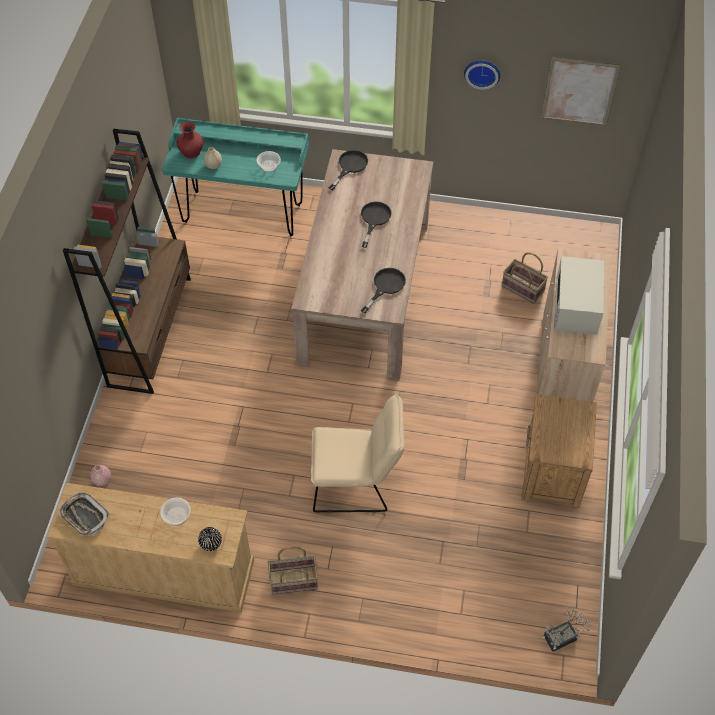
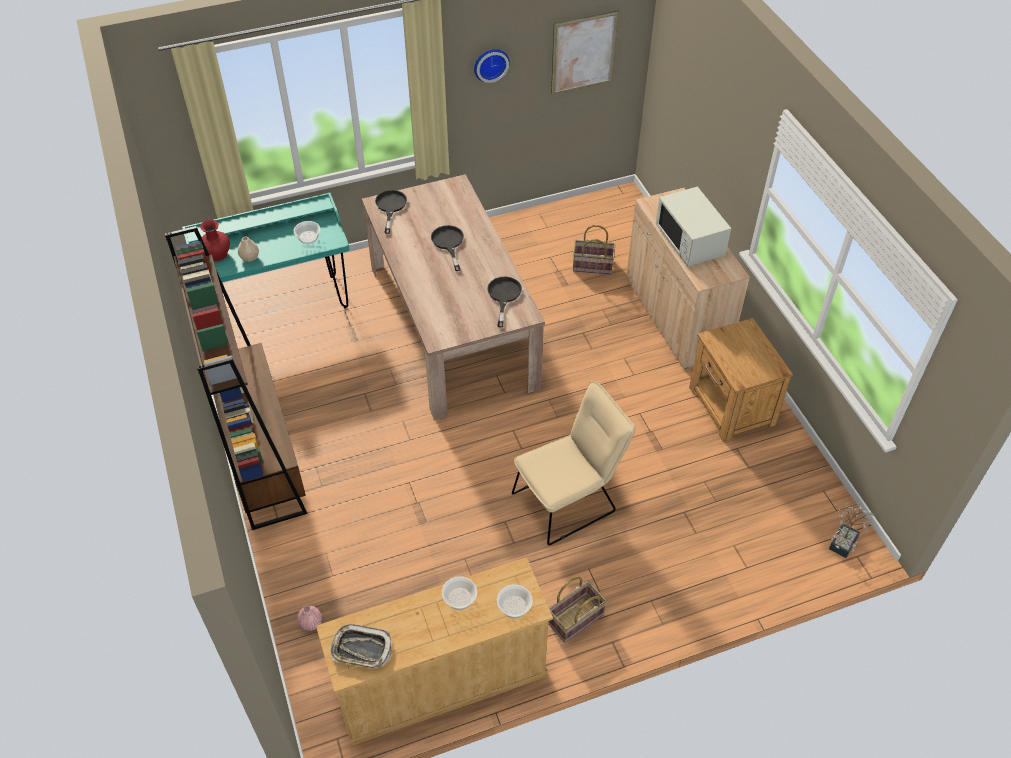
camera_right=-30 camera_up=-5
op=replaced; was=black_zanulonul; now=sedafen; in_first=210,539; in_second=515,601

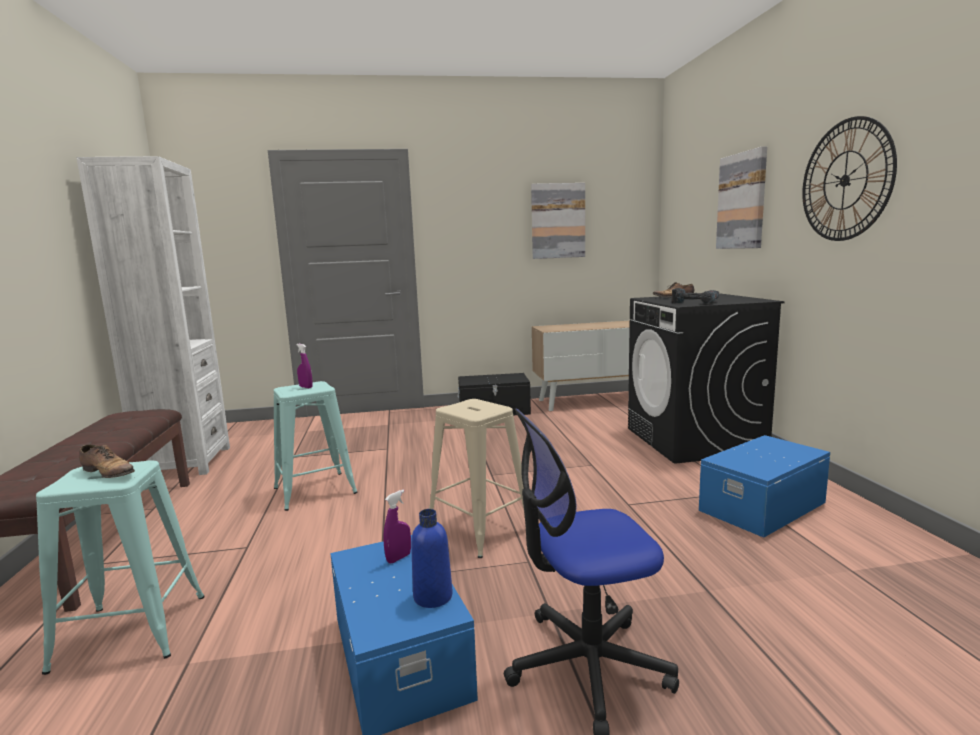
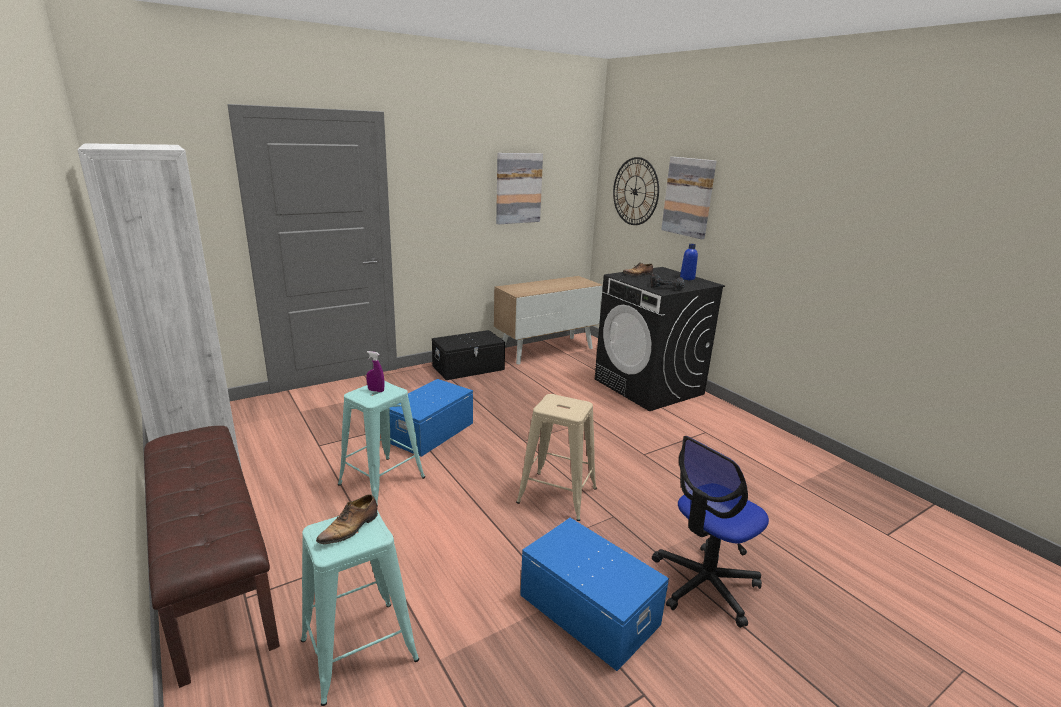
camera_right=-25 camera_up=10
op=moved; was=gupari; in_first=849,178; in_second=636,191
op=moved; was=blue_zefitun; in_first=764,486; in_second=431,418
op=turned; was=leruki; in_first=107,461; in_second=347,519; clockwise=120
op=removed; was=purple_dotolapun; in_first=397,527
op=moved; was=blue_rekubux; in_first=432,558; in_second=689,262

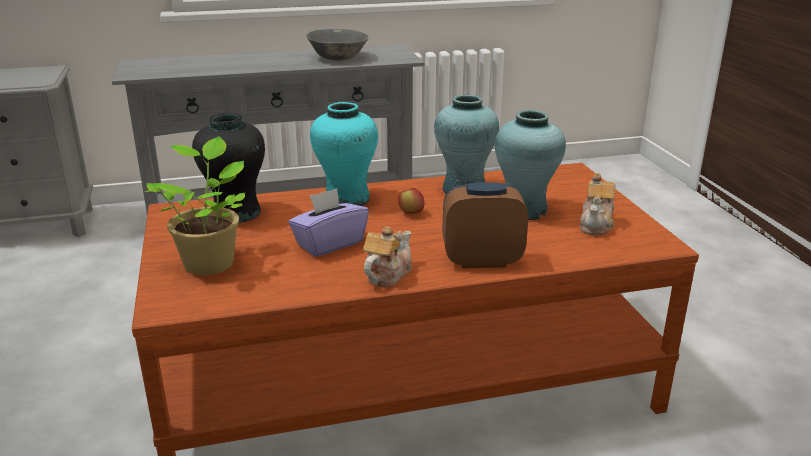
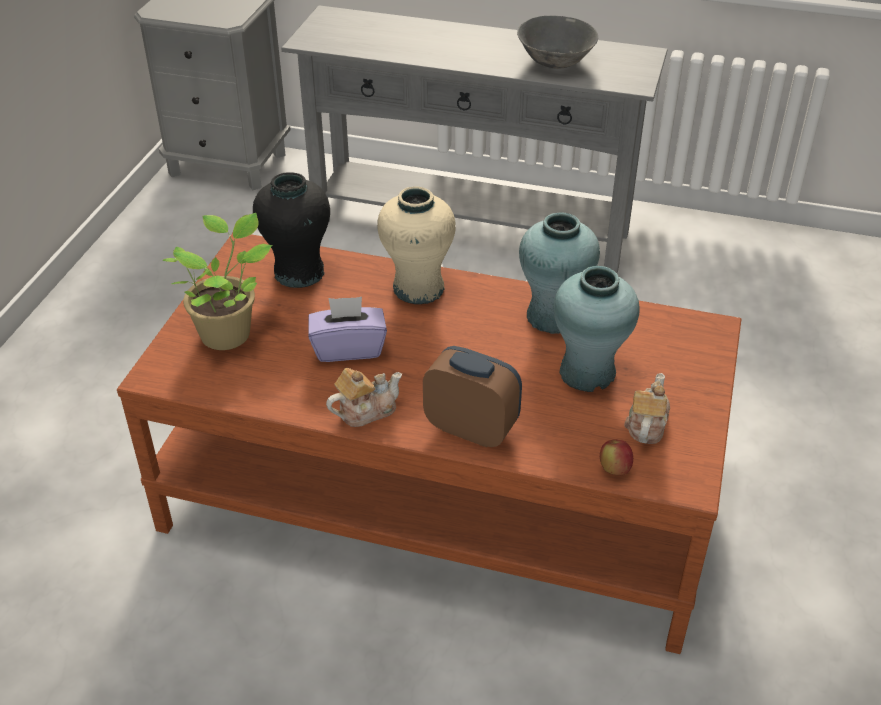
camera_right=30 camera_up=15
op=recoloured; was=turquoise_zanulonul; now=beige_zanulonul; in_first=344,154; in_second=416,245
op=turned; was=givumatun; in_first=597,204; in_second=647,408; clockwise=150
op=moved; was=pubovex; in_first=411,201; in_second=616,457

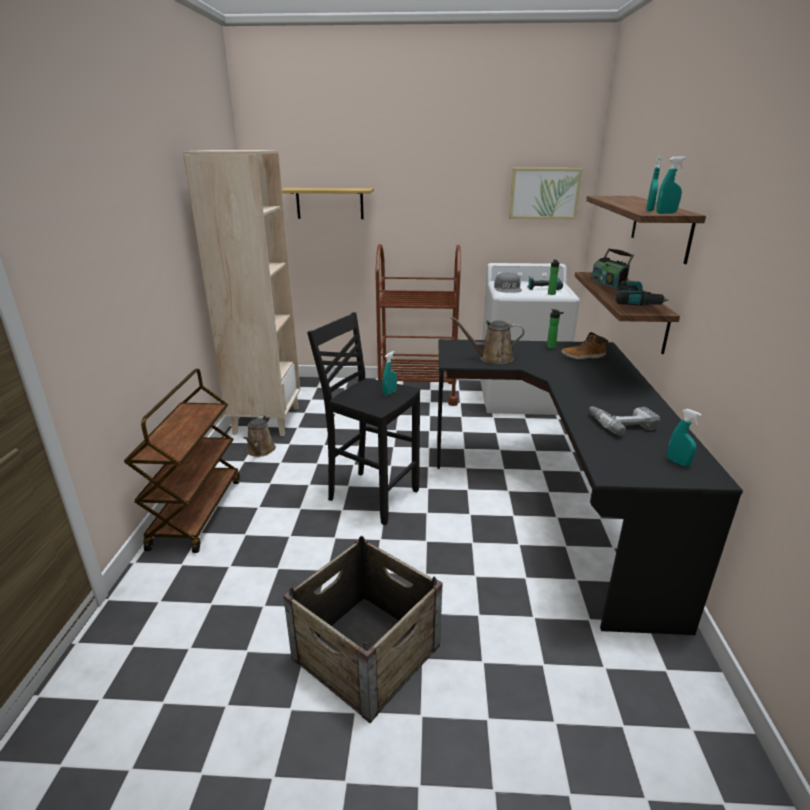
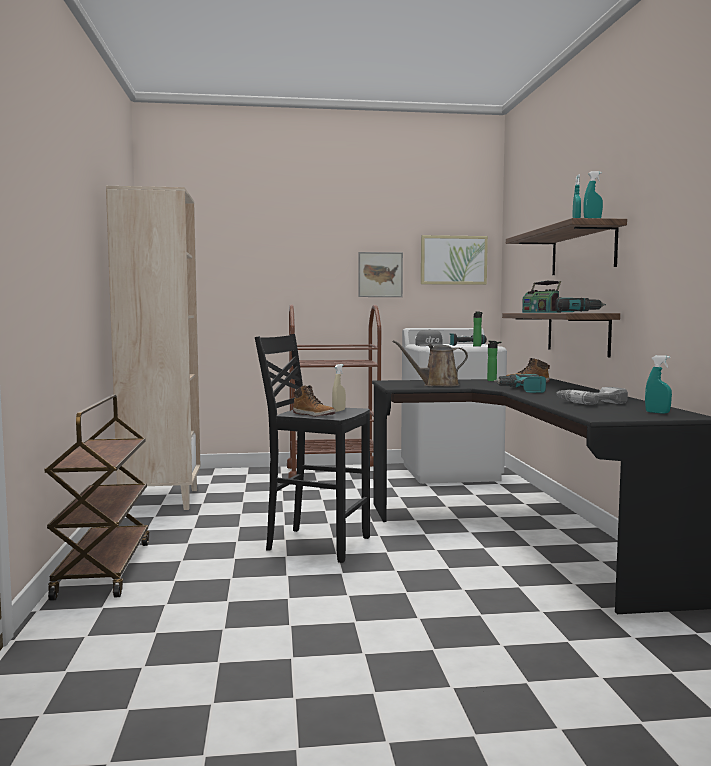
camera_right=-10 camera_up=-20
op=removed; was=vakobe; in_first=328,203
op=recoloured; was=turquoise_dotolapun; now=beige_dotolapun; in_first=390,373; in_second=339,388
op=removed; was=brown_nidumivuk; in_first=259,436
op=removed; was=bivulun; in_first=363,629
op=added; now=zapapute; in_second=381,274
op=added; now=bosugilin; in_second=520,383
op=added; now=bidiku; in_second=314,401

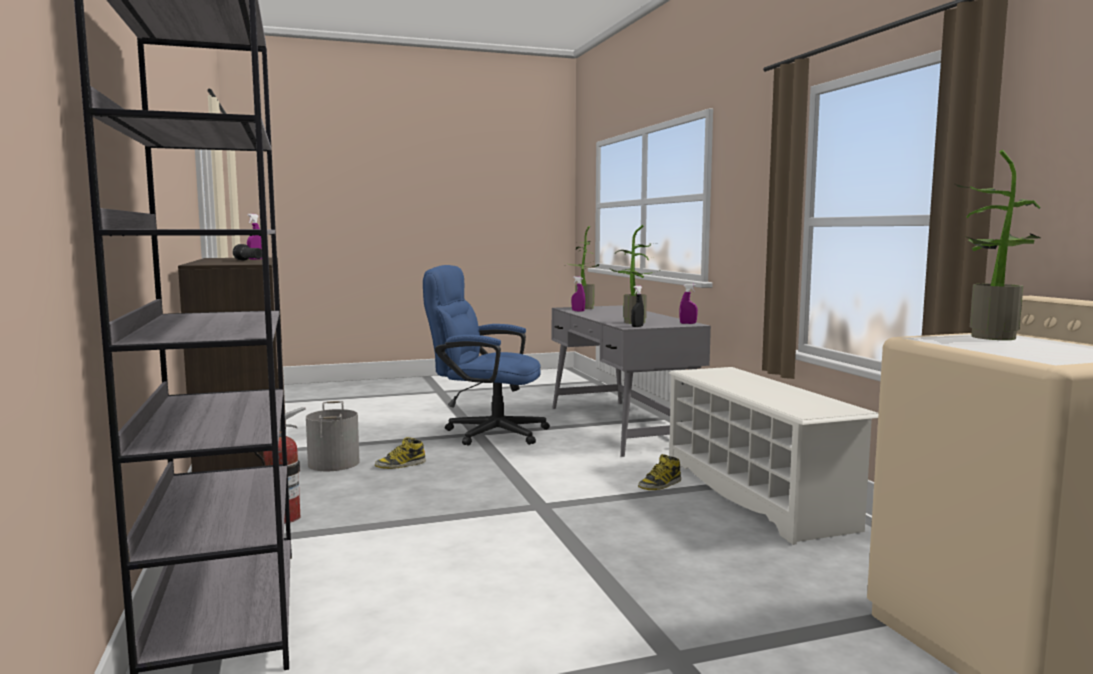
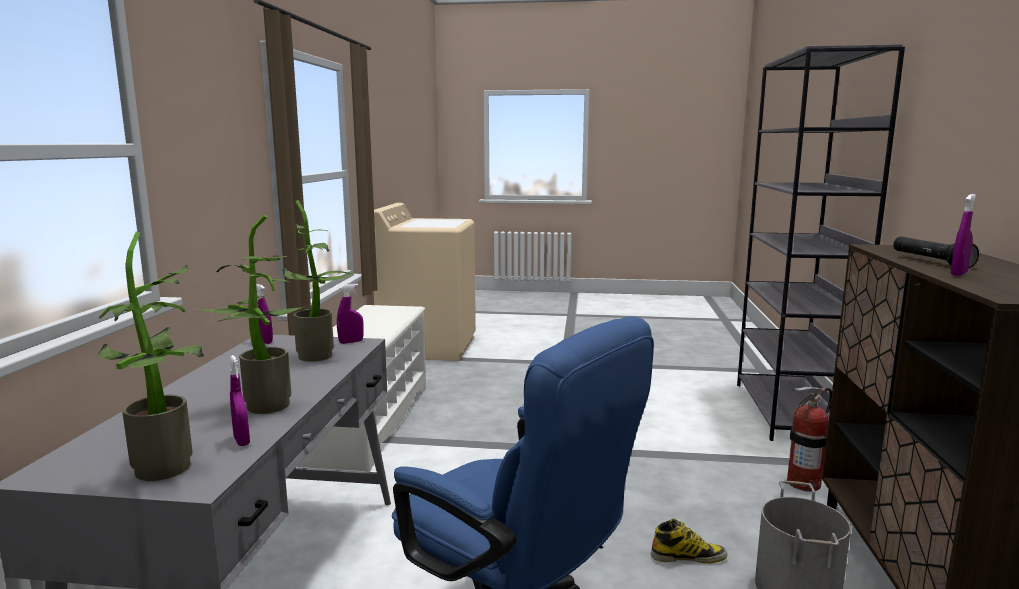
camera_right=-155 camera_up=5
op=moved; was=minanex; in_first=998,244; in_second=251,314
op=recoloured; was=black_dotolapun; now=purple_dotolapun; in_first=637,306; in_second=350,314
op=removed; was=bidiku; in_first=659,472

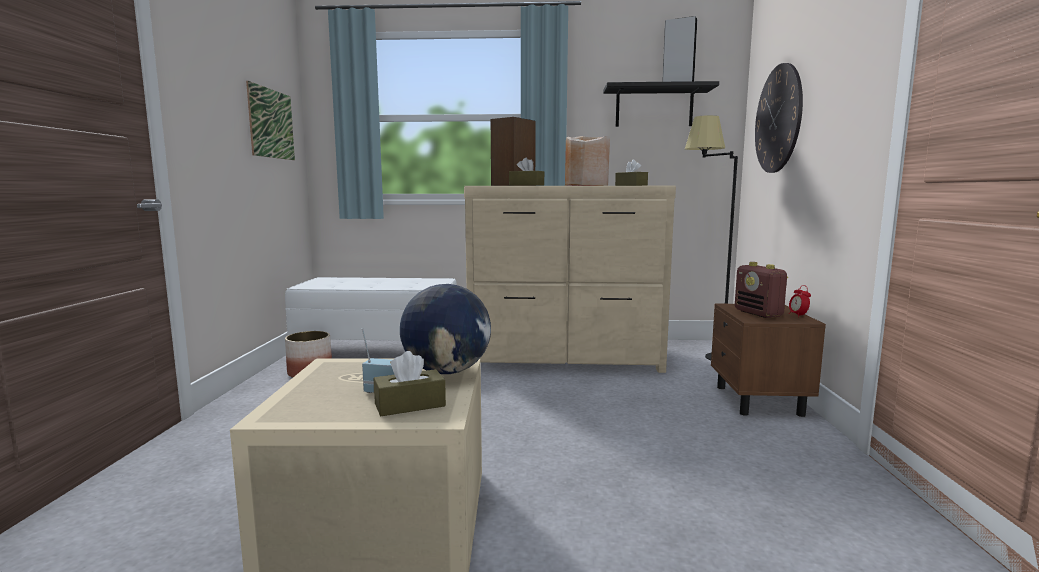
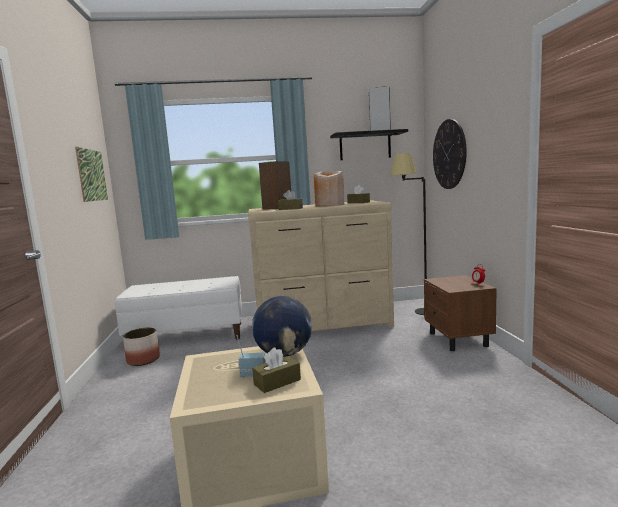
camera_right=-10 camera_up=0
op=removed; was=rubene; in_first=761,290

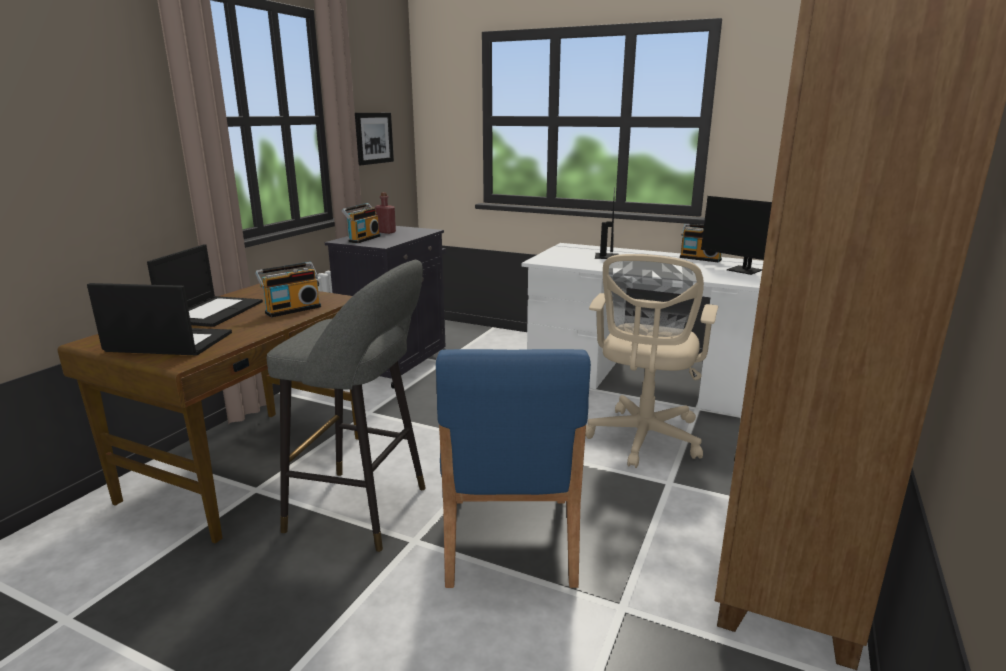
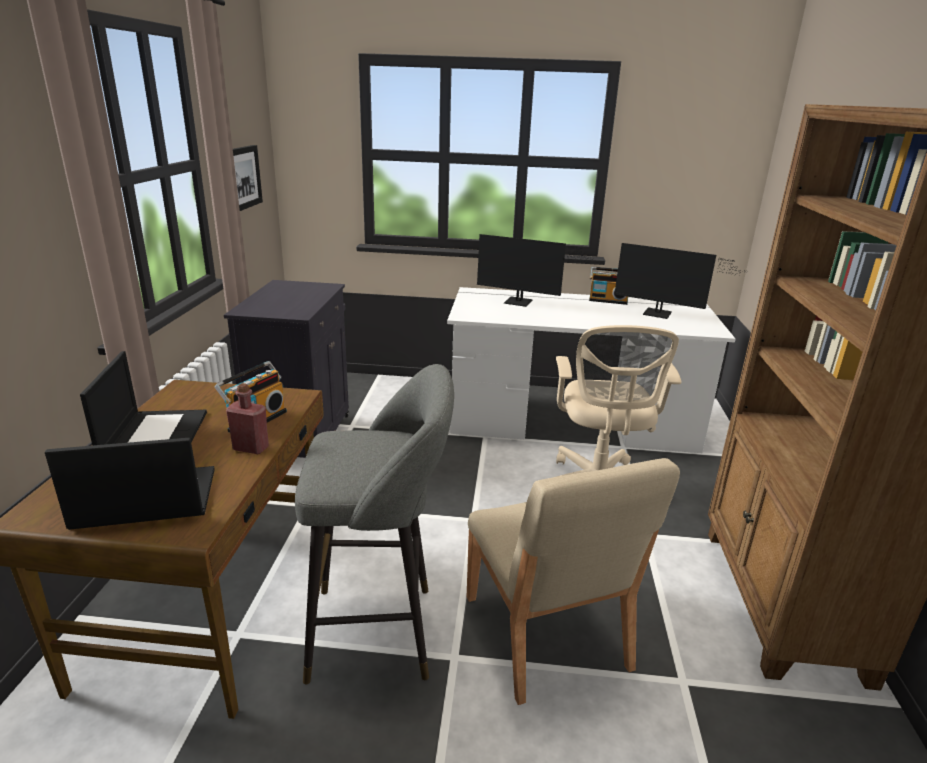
camera_right=-20 camera_up=5
op=turned; was=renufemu; in_first=607,223; in_second=534,270; clockwise=120
op=moved; was=red_rekubux; in_first=385,213; in_second=247,418
op=removed; was=rubene; in_first=361,223
op=recoloured; was=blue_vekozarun; now=beige_vekozarun; in_first=513,468; in_second=573,581

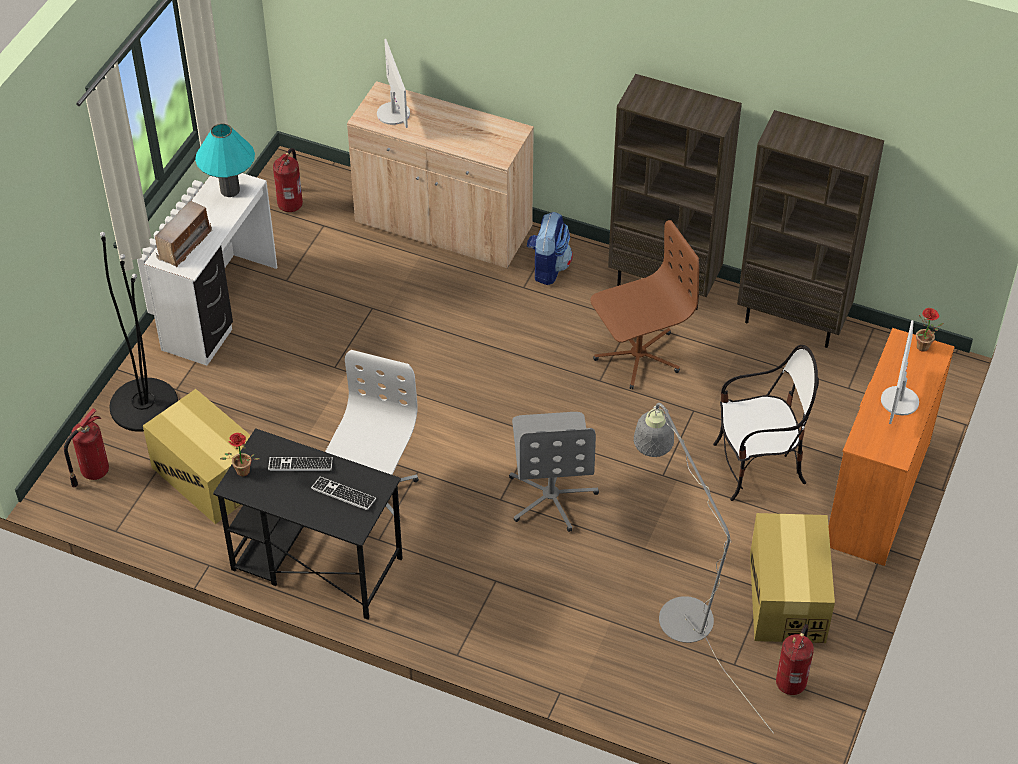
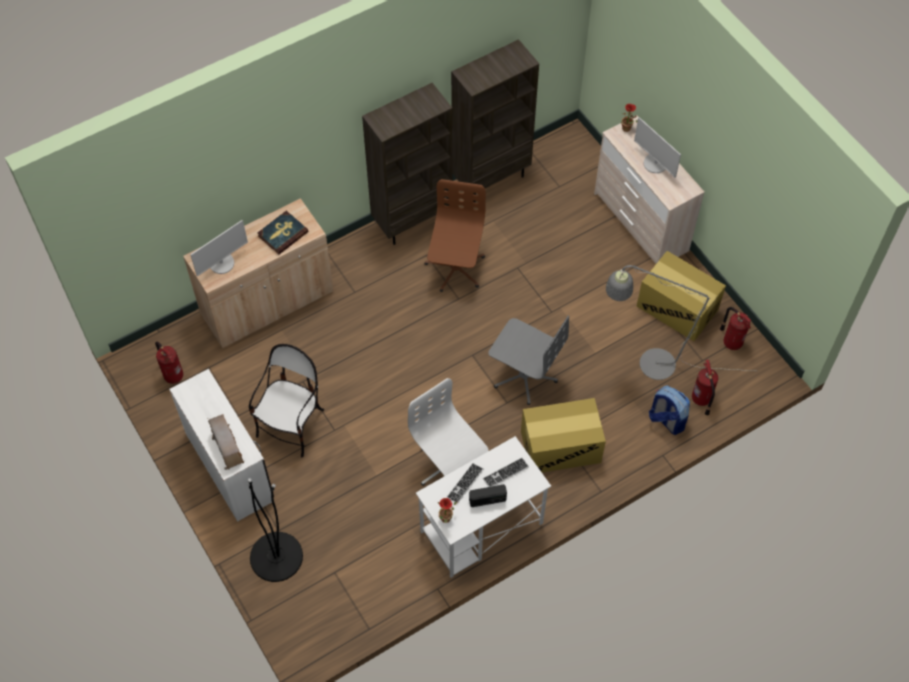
camera_right=-55 camera_up=10
op=turned; was=renufemu; in_first=393,83; in_second=219,248; clockwise=120
op=removed; was=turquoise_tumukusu; in_first=225,160
op=moved; was=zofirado; in_first=550,248; in_second=669,410
op=recoloured; was=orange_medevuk; now=beige_medevuk; in_first=892,447; in_second=649,189
op=moved; was=vekozarun; in_first=766,423; in_second=286,400
op=moved; was=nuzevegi; in_first=197,456; in_second=563,435
op=moved; was=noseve; in_first=86,447; in_second=705,387
op=recoloured; was=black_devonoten; now=white_devonoten; in_first=308,524; in_second=483,507
op=added; now=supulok; in_second=283,232
op=added; now=rubene; in_second=488,495

